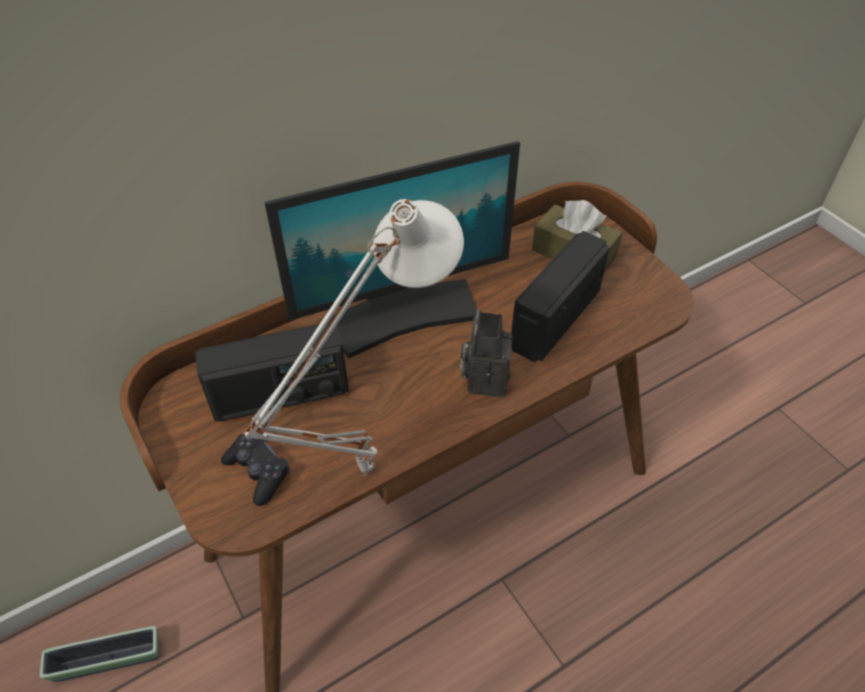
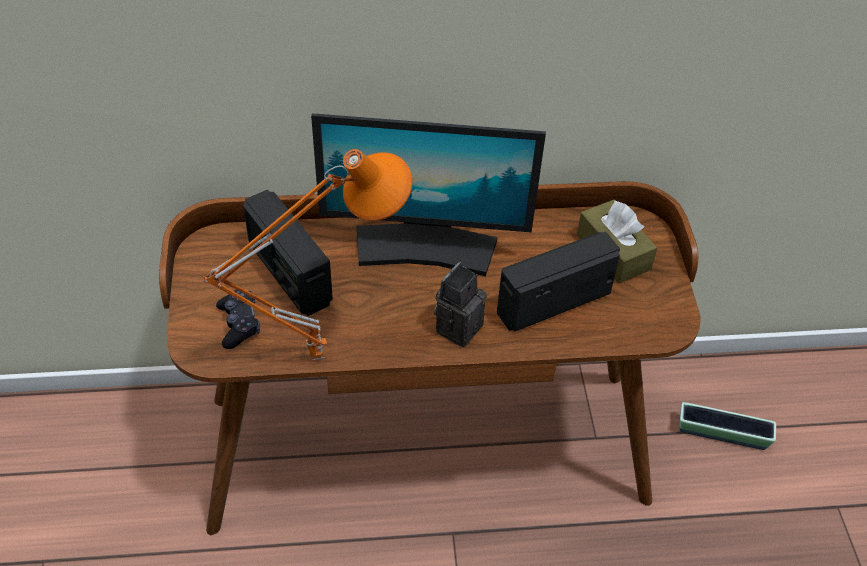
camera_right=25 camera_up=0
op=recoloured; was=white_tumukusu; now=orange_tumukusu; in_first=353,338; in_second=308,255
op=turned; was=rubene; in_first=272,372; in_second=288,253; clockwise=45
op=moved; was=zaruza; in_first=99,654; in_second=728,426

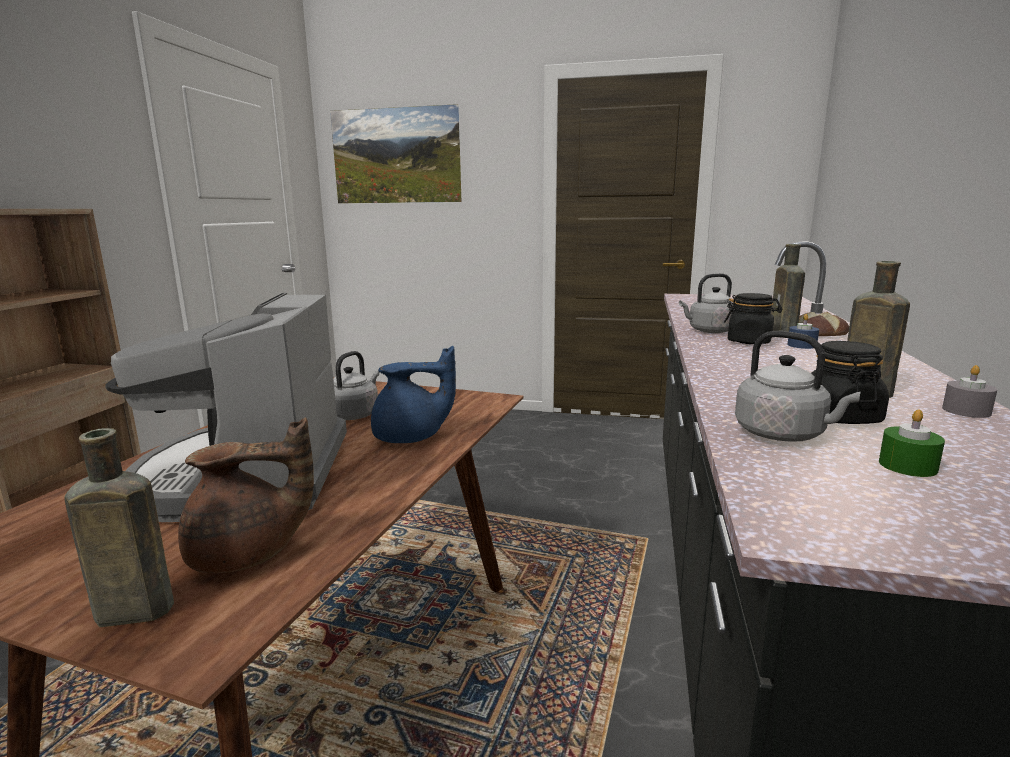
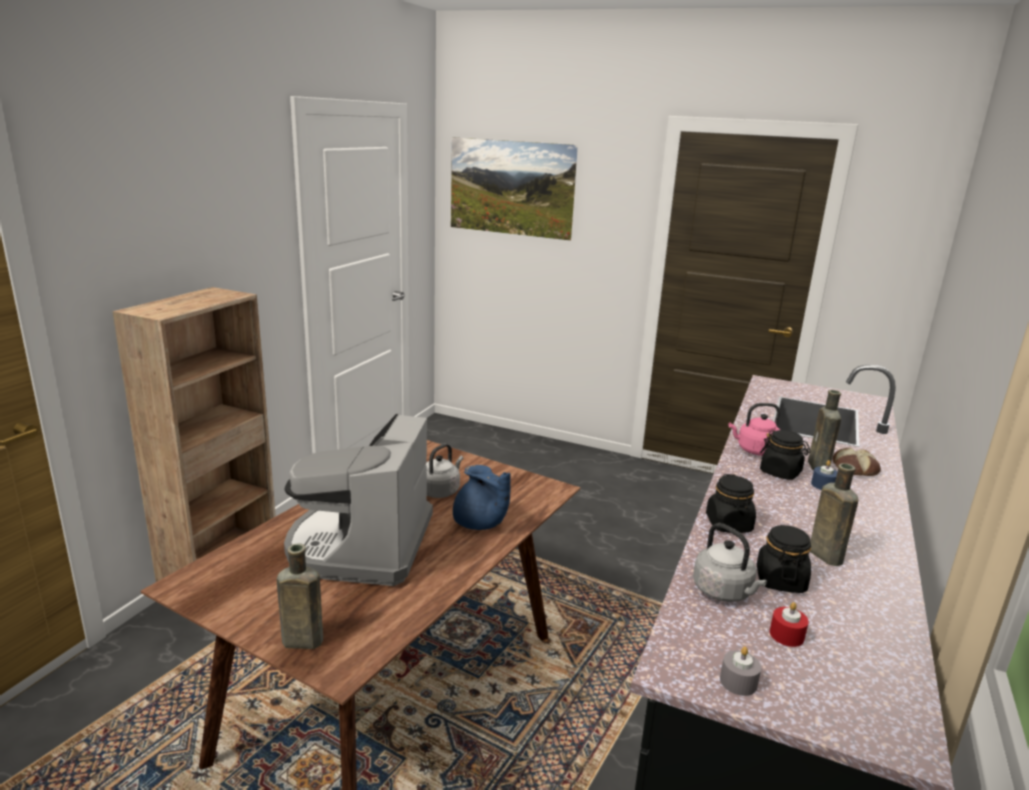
camera_right=10 camera_up=5
op=recoloured; was=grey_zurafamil; now=pink_zurafamil; in_first=705,303; in_second=754,429
op=turned; was=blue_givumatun; in_first=413,394; in_second=482,497; clockwise=45
op=moved; was=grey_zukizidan; in_first=969,391; in_second=740,671
op=recoloured; was=green_zukizidan; now=red_zukizidan; in_first=912,443; in_second=789,624
op=removed; was=brown_givumatun; in_first=246,495
op=added; now=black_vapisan; in_second=731,503

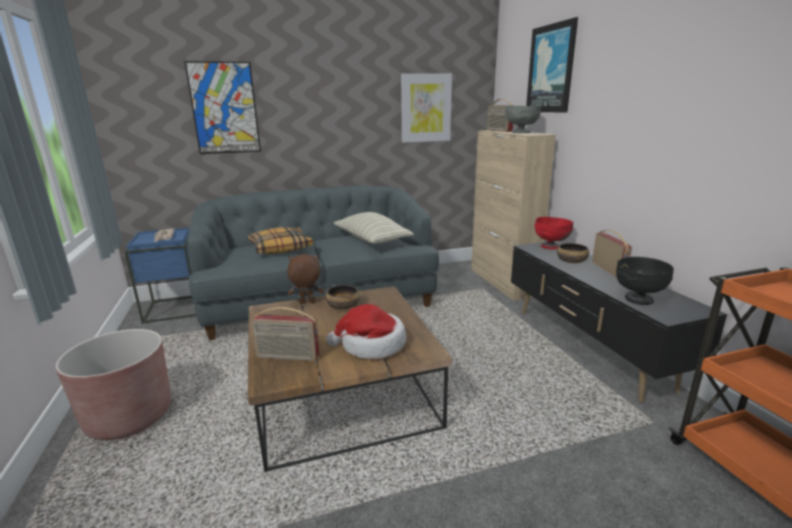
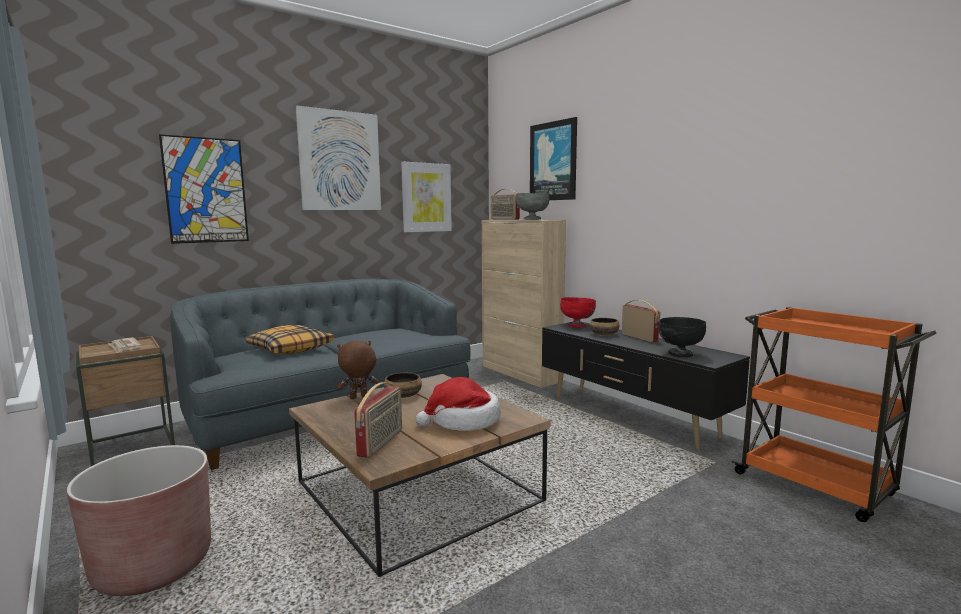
camera_right=-20 camera_up=-10
op=removed; was=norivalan; in_first=373,228
op=recoloured; was=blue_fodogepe; now=brown_fodogepe; in_first=160,276; in_second=125,401
op=turned; was=rubene; in_first=285,334; in_second=378,420; clockwise=-60
op=added; now=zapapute; in_second=338,158

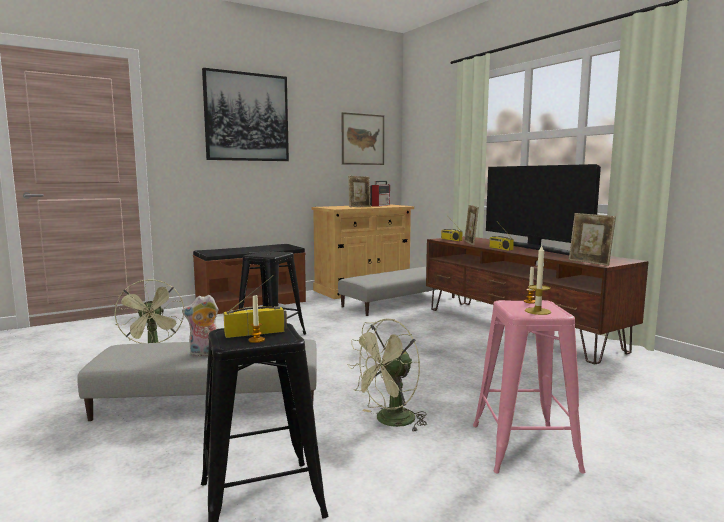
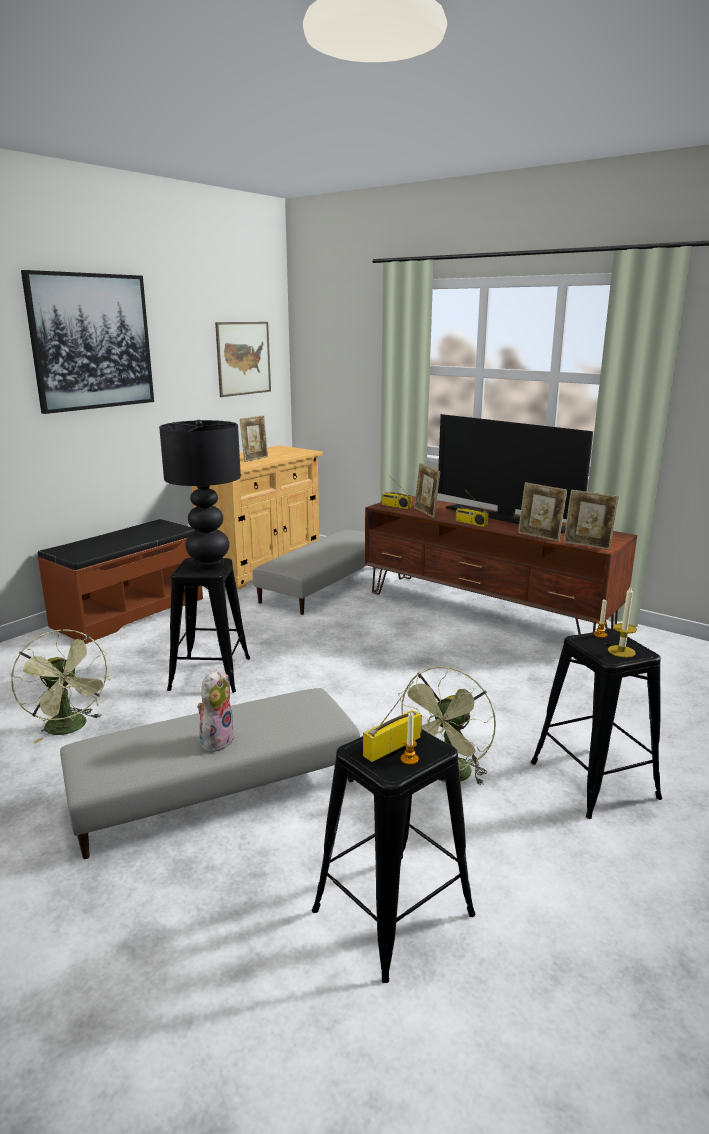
camera_right=-20 camera_up=10
op=removed; was=rubene; in_first=380,194
op=turned; was=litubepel; in_first=200,326; in_second=216,711; clockwise=150
op=recoloured; was=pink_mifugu; now=black_mifugu; in_first=529,387; in_second=596,724
op=added; now=black_tumukusu; in_second=200,495
op=added; now=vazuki; in_second=542,512

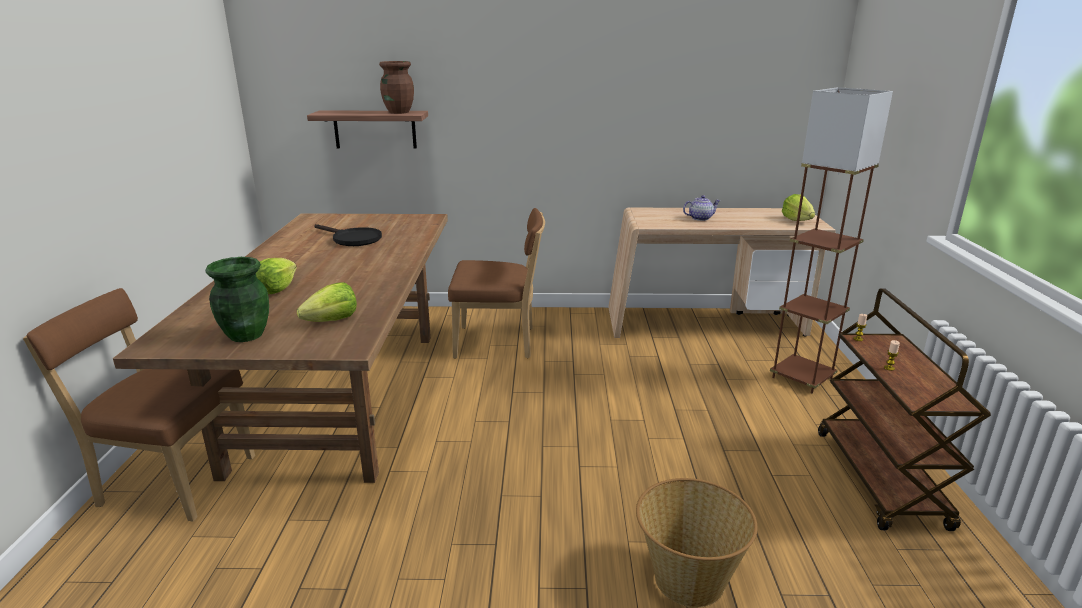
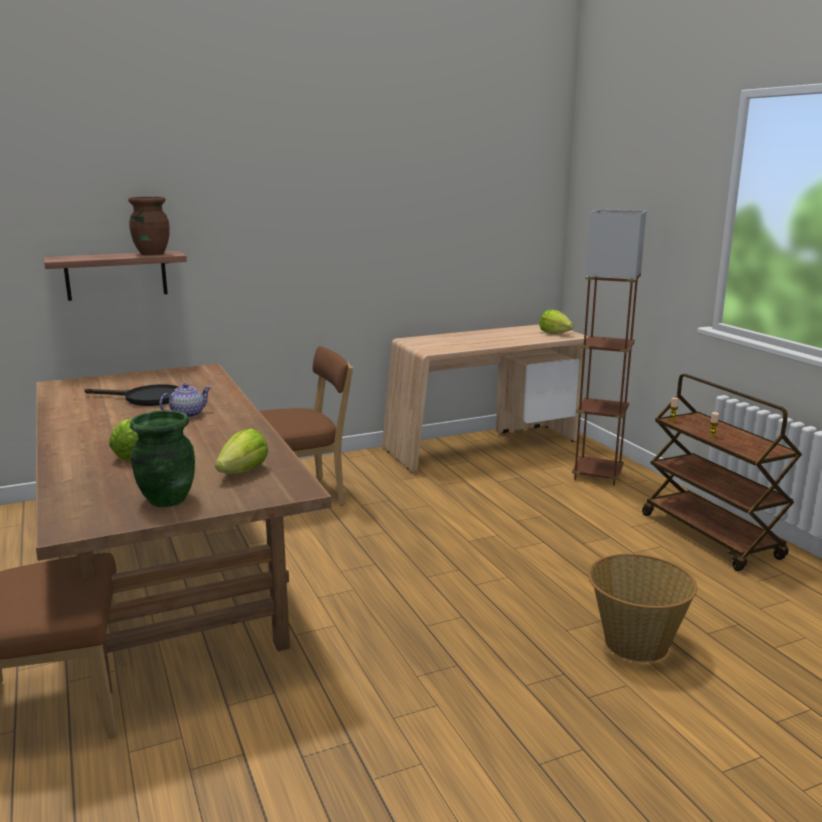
camera_right=-25 camera_up=-5
op=moved; was=givumatun; in_first=701,208; in_second=185,400

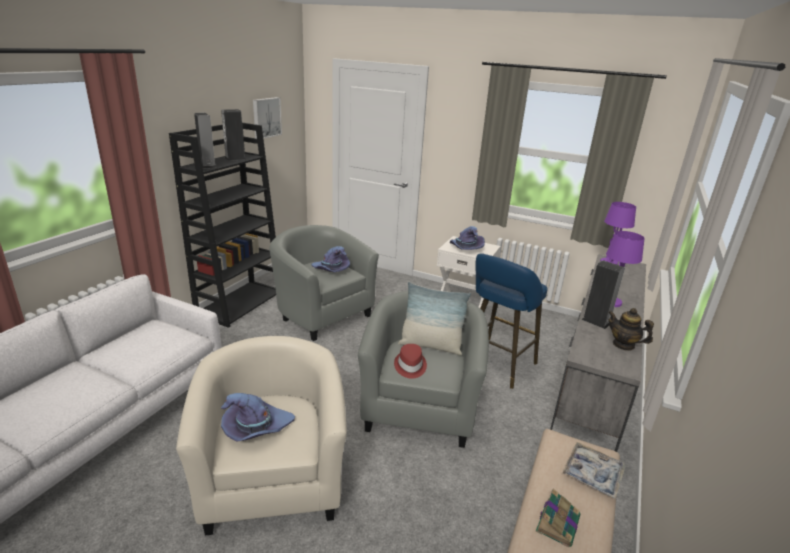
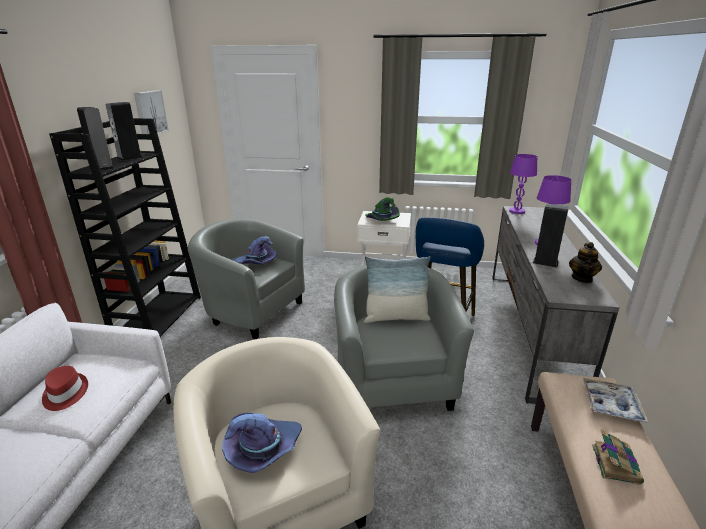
camera_right=-15 camera_up=0
op=recoloured; was=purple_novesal; now=green_novesal; in_first=467,238; in_second=382,209
op=turned; was=givumatun; in_first=631,329; in_second=585,262; clockwise=-90
op=moved; was=red_novesal; in_first=410,361; in_second=65,388

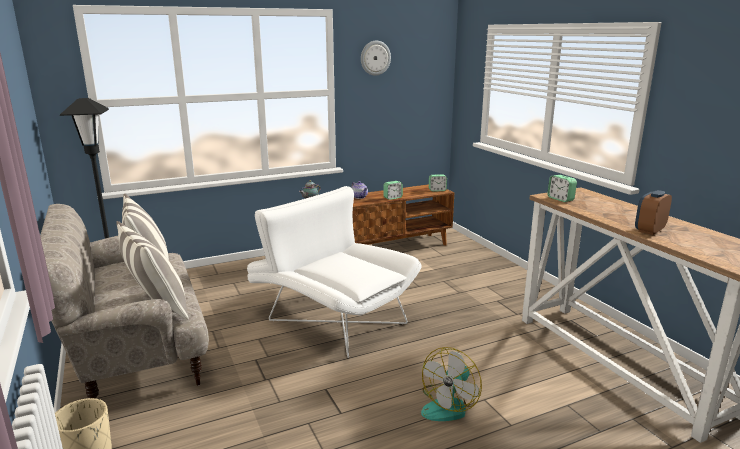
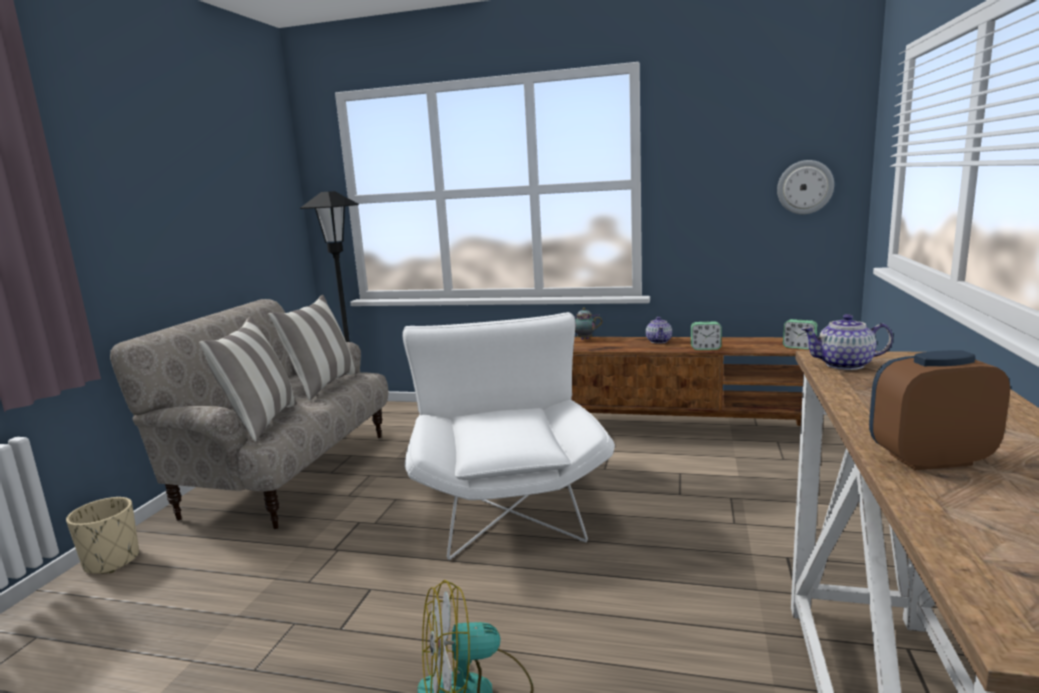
camera_right=40 camera_up=-5
op=moved; was=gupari; in_first=376,58; in_second=805,187
op=replaced; was=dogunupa; now=givumatun; in_first=562,188; in_second=847,342

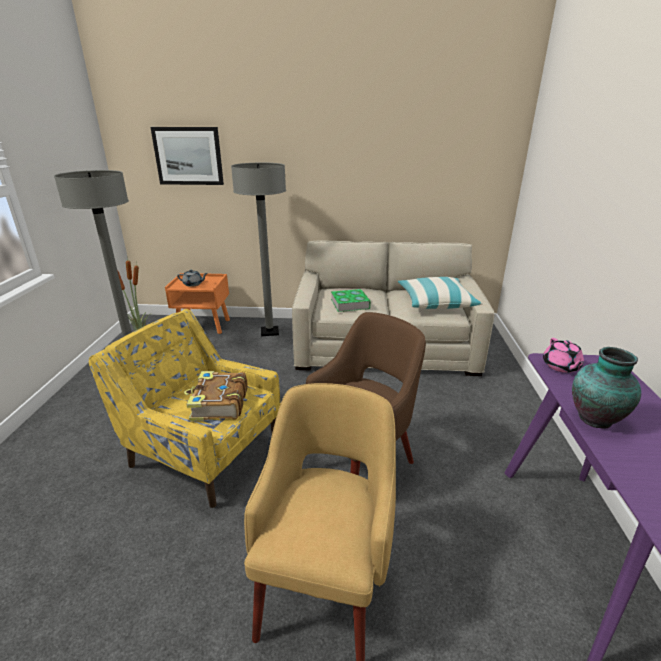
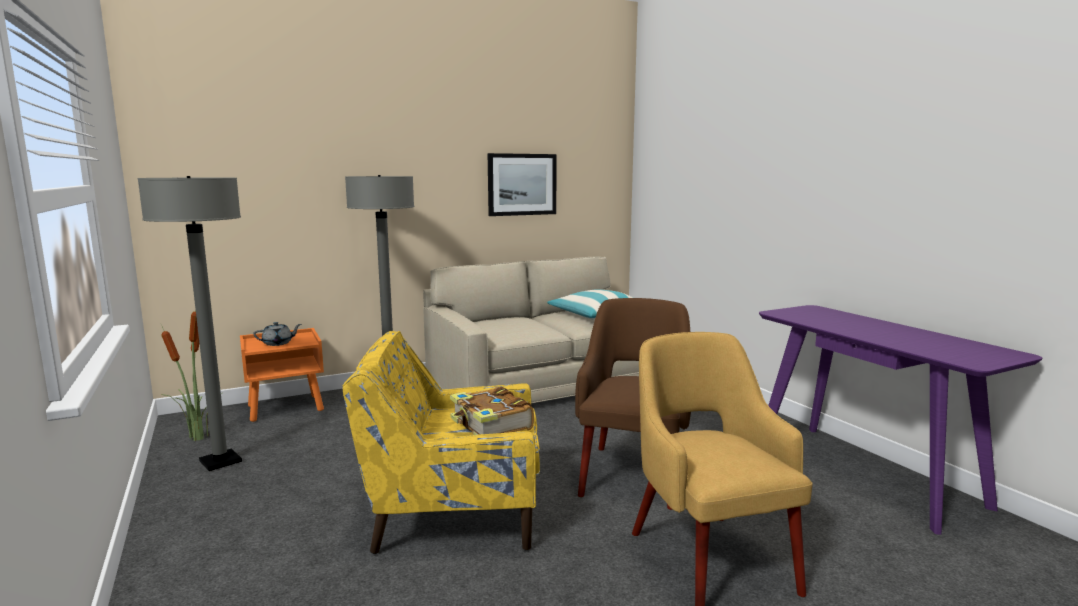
camera_right=-30 camera_up=-15
op=moved; was=zapapute; in_first=187,156; in_second=522,184
op=removed; was=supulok; in_first=351,300
op=removed; was=pink_givumatun; in_first=563,355
op=removed; was=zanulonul; in_first=606,387

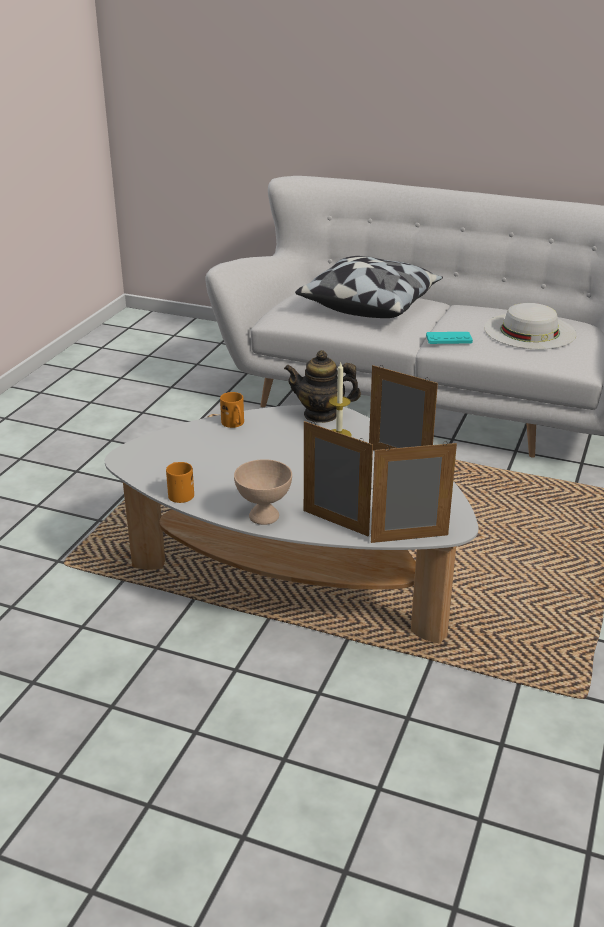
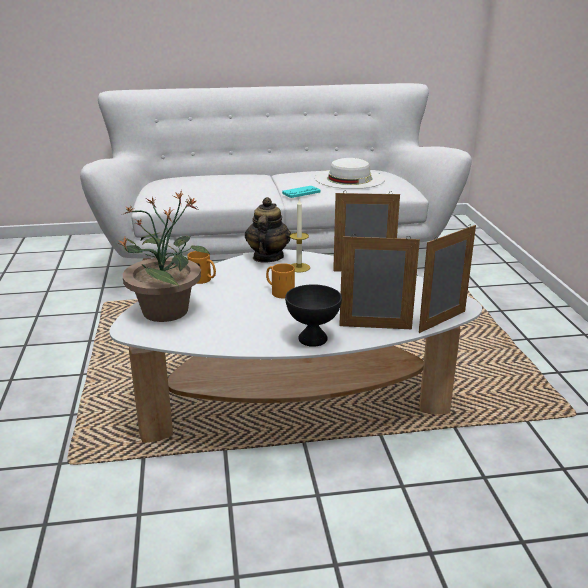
camera_right=-30 camera_up=-5
op=removed; was=norivalan; in_first=369,287
op=turned; was=givumatun; in_first=322,386; in_second=268,230; clockwise=120
op=recoloured; was=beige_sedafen; now=black_sedafen; in_first=263,492; in_second=313,315
op=moved; was=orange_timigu; in_first=180,482; in_second=280,280
op=added; now=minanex; in_second=164,256

